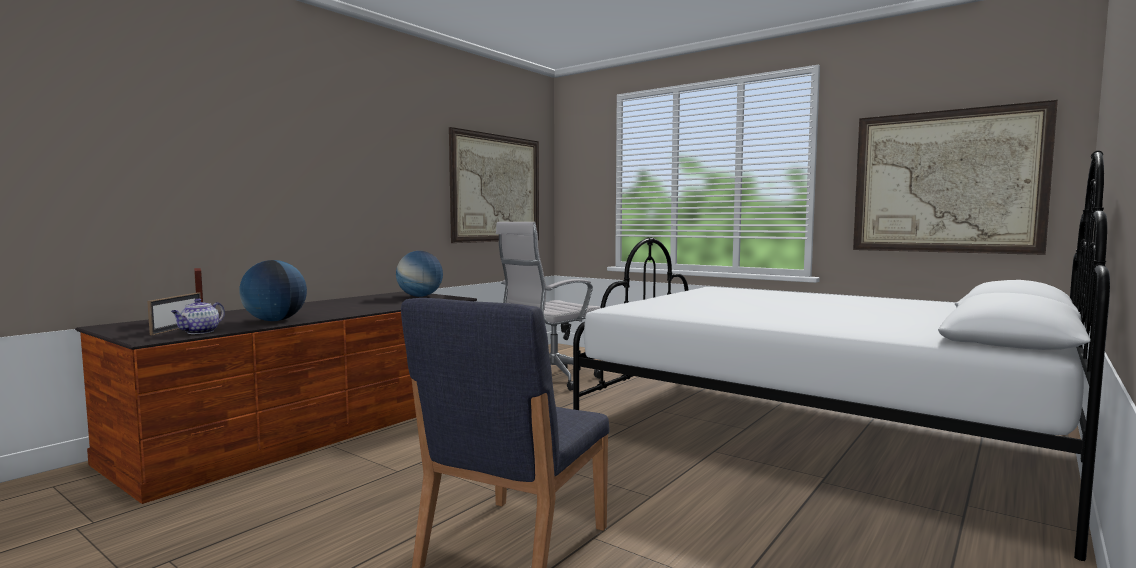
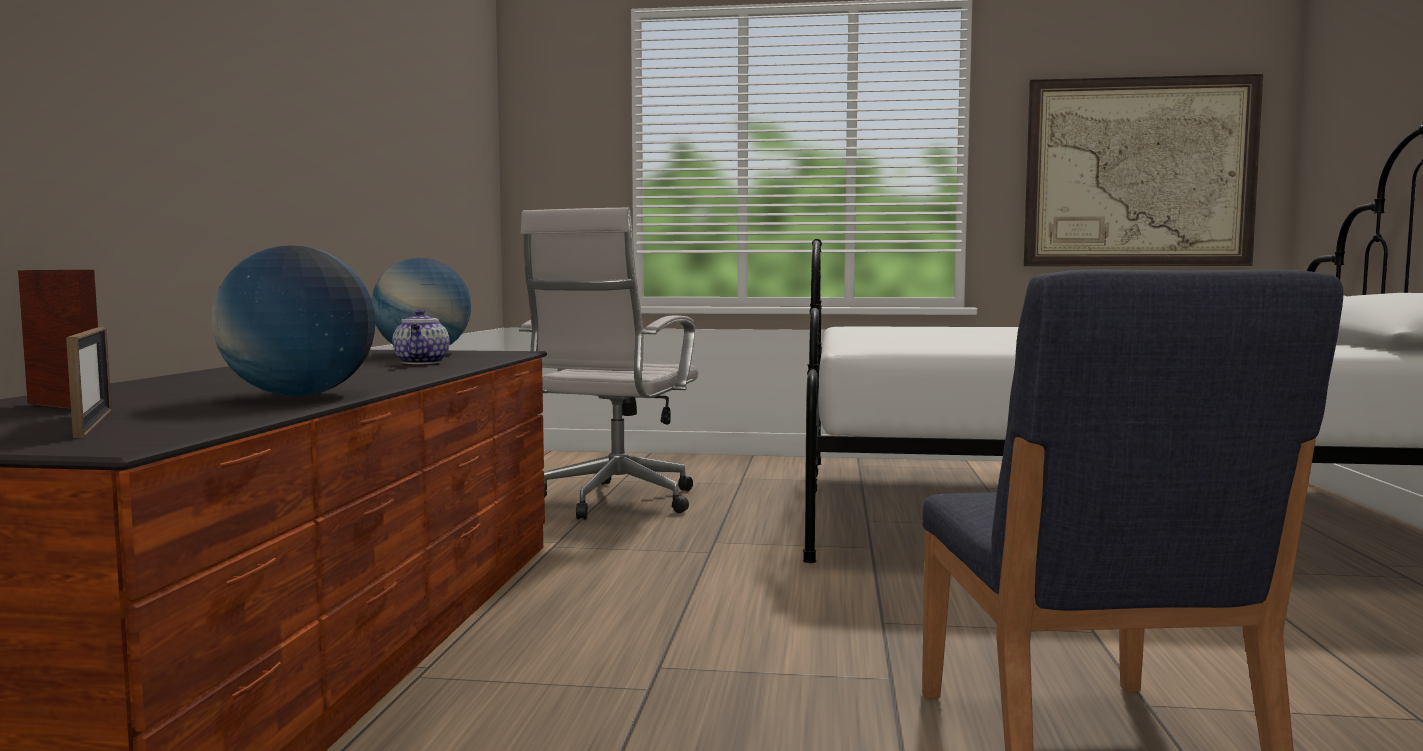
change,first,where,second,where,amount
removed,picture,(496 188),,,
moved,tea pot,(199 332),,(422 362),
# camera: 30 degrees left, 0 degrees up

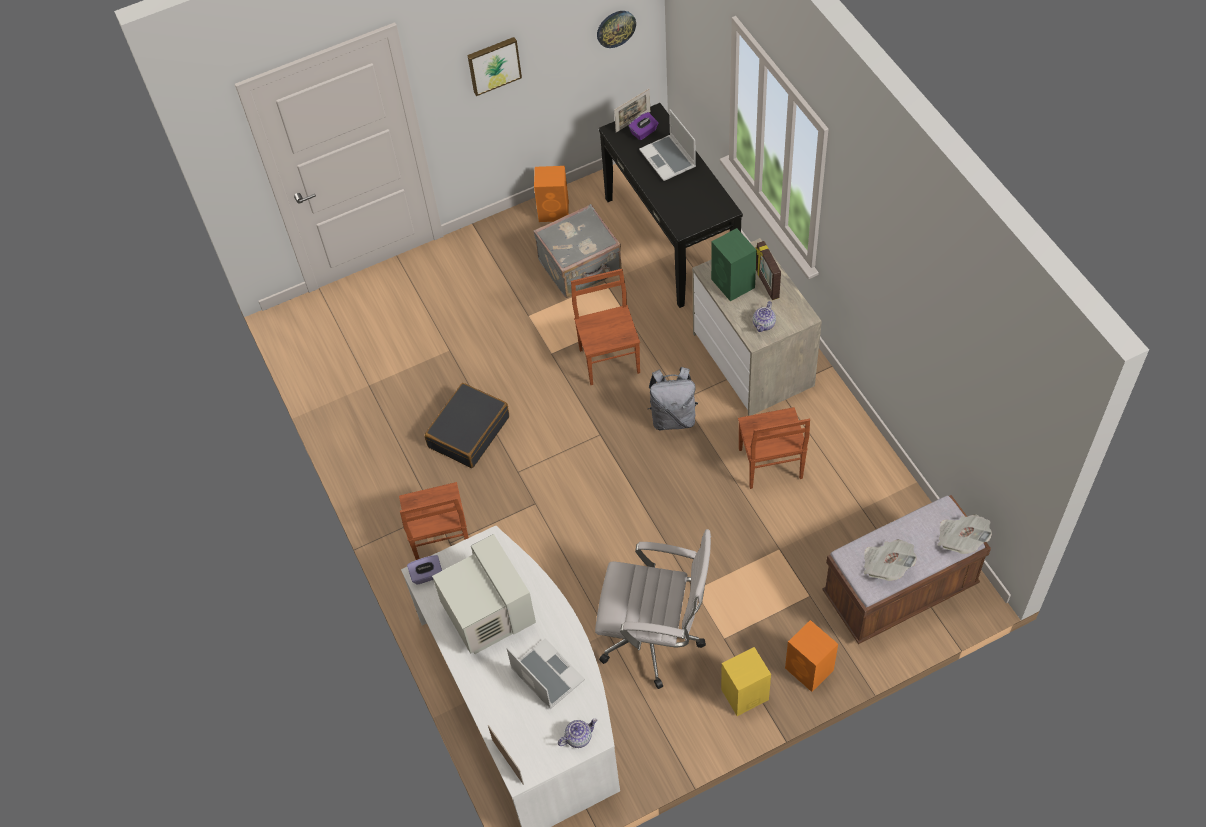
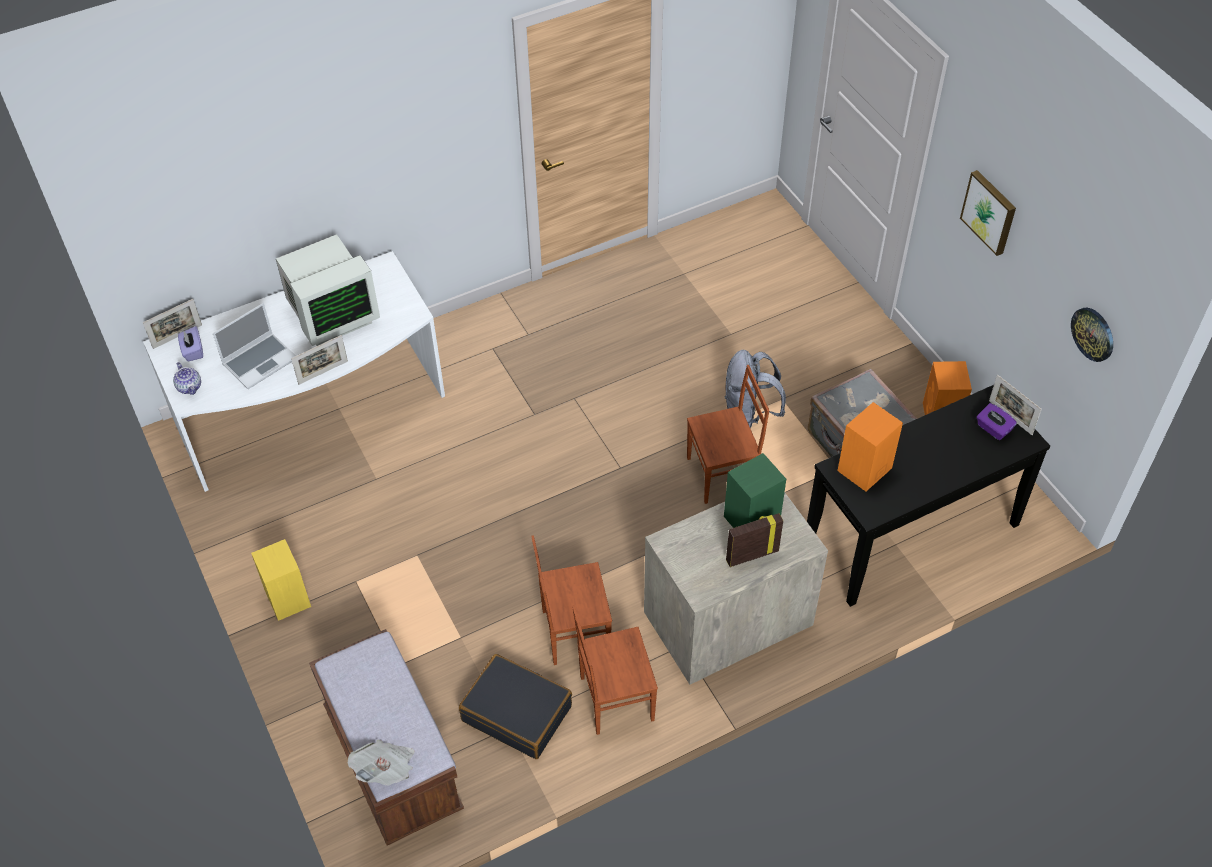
change,first,where,second,where,amount
removed,office chair (whitish),(656 639),,,
removed,portable computer,(668 159),,,
removed,tea pot,(764 324),,,
removed,daily paper,(886 565),,,
added,,,picture frame,(323 373),
moved,plain chair (brown-coloured),(440 540),,(615 698),
moved,tissue holder (purplish),(427 575),,(193 351),
moved,suitcase (black-coloured),(468 432),,(517 713),
moved,backpack (greyish),(673 417),,(749 414),
moved,loudspeaker (orange-coloured),(810 670),,(863 470),
# camera: 85 degrees right, 5 degrees down

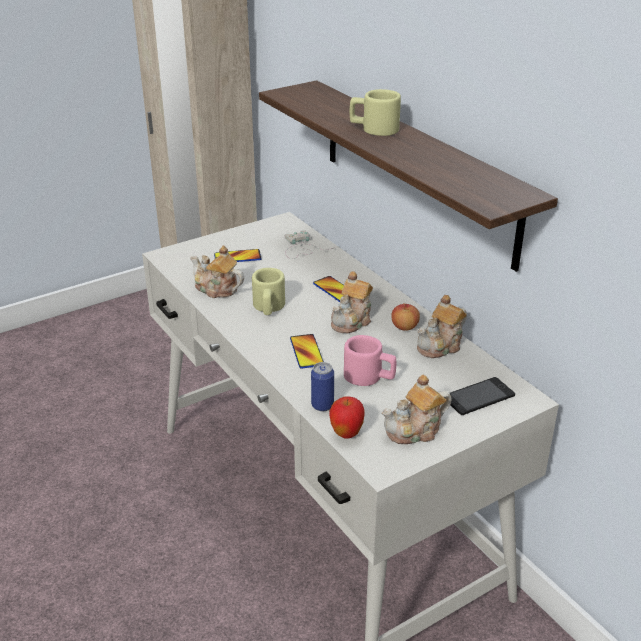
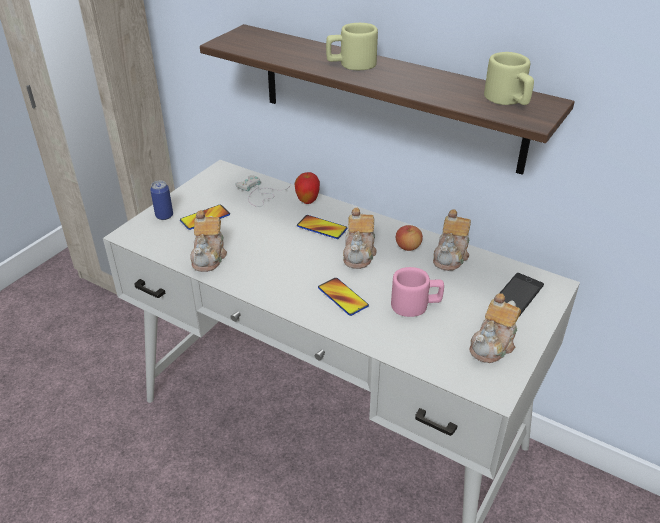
change,first,where,second,where,amount
moved,mug (beige),(268 307),,(508 100),
moved,metal can,(322 405),,(164 216),
moved,apple fruit,(346 434),,(307 201),
turned,tea pot,(217 289),,(209 256),90 degrees counterclockwise
# camera: 25 degrees left, 5 degrees up

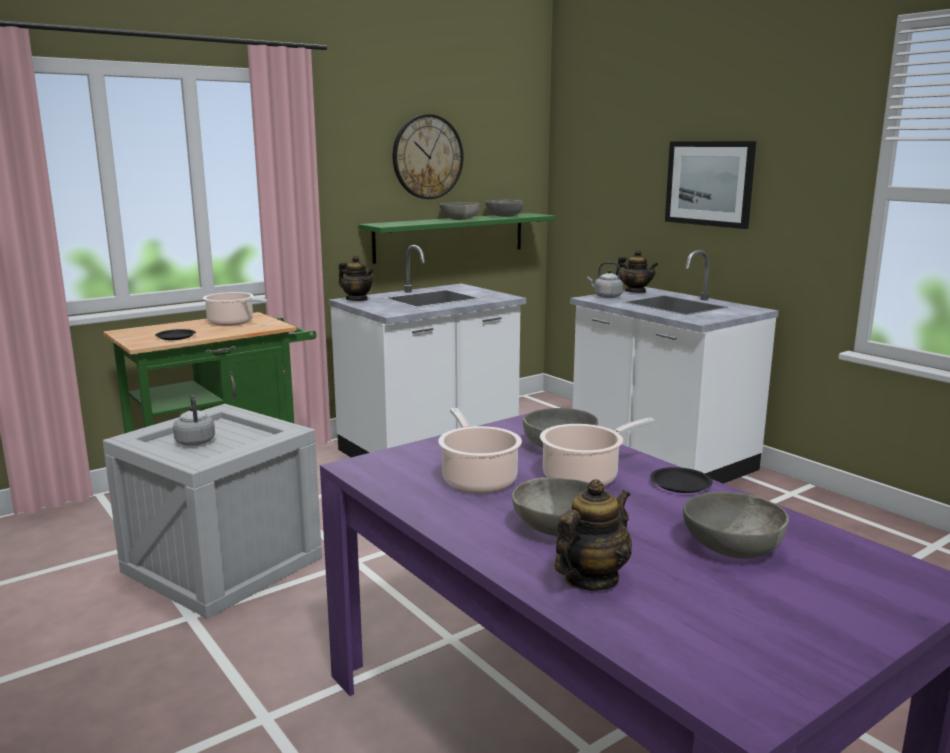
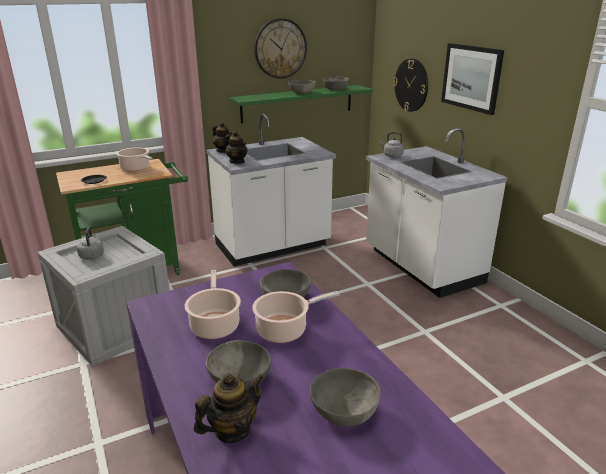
change,first,where,second,where,amount
removed,dinner plate (black-coloured),(680 484),,,
added,,,wall clock,(411 85),
moved,tea pot,(635 292),,(237 161),
# camera: 10 degrees right, 10 degrees up

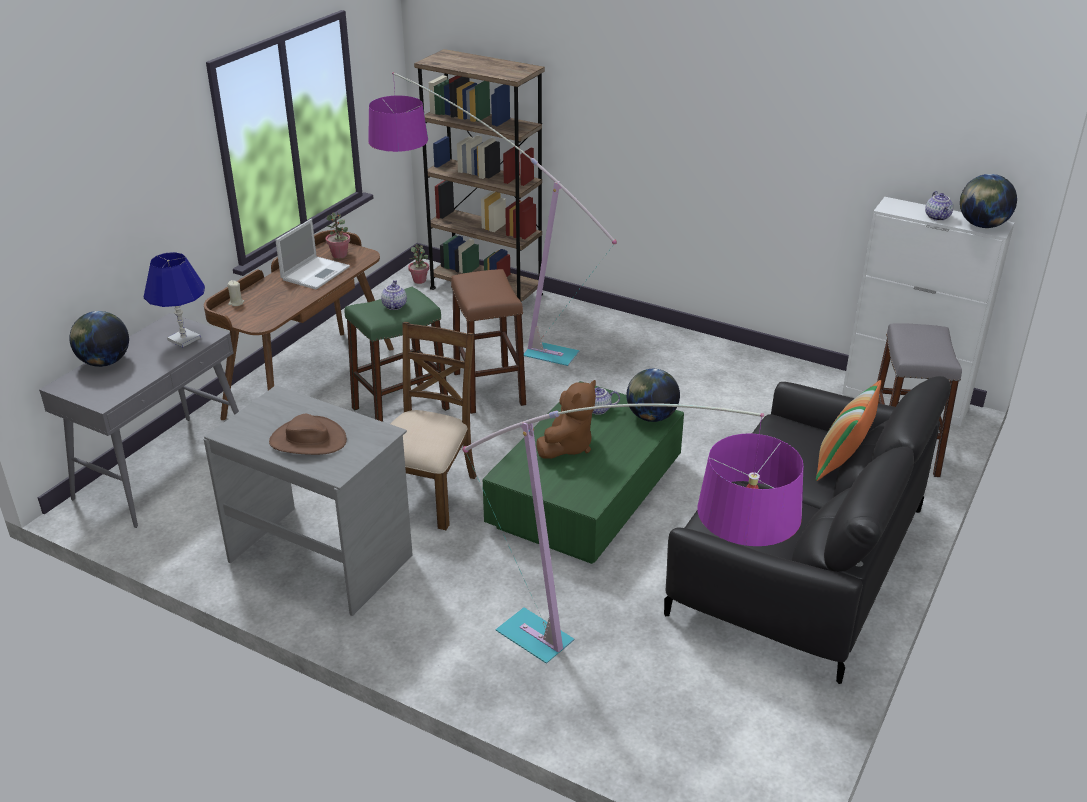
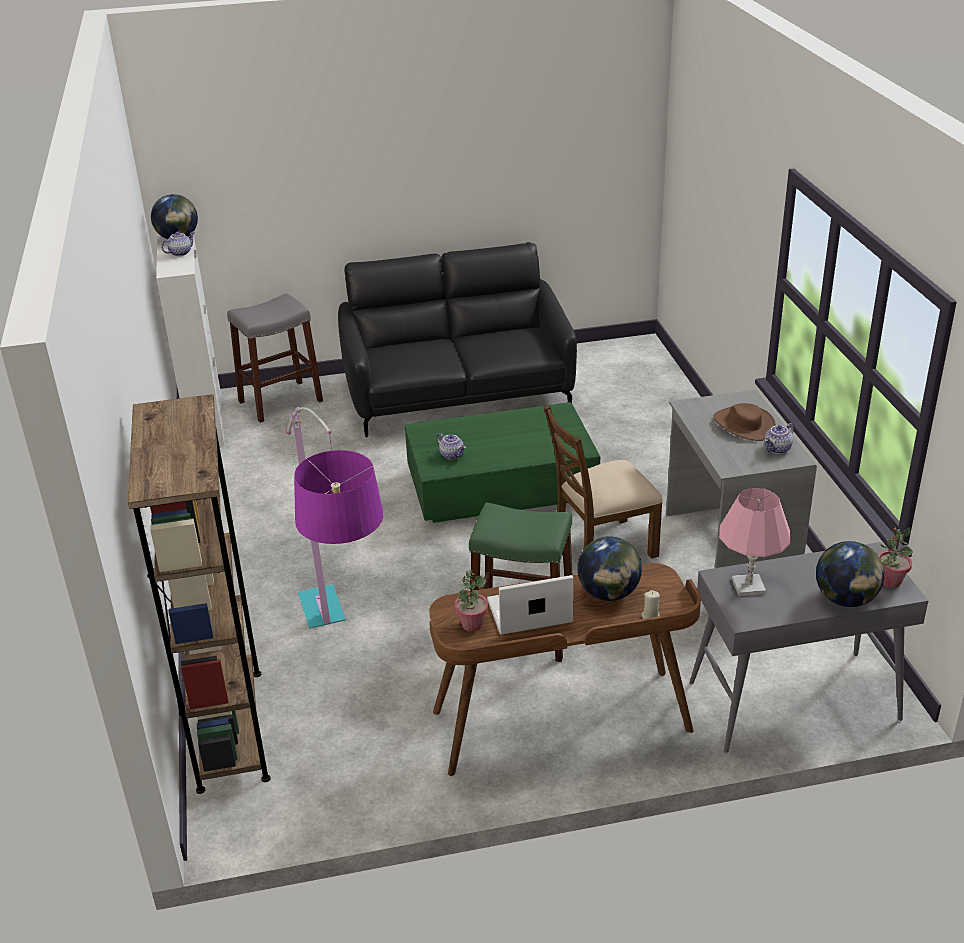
change,first,where,second,where,amount
removed,sitting stool (brown-coloured),(489 389),,,
removed,standard lamp,(631 697),,,
removed,soft toy (brown-coloured),(567 446),,,
removed,cushion,(842 462),,,
moved,tea pot,(393 306),,(778 449),
moved,potted plant,(419 280),,(890 581),
moved,desk globe,(651 417),,(609 593),
recoloured,tabletop lamp (blue),(184 339),tabletop lamp (pinkish),(748 586),
# camera: 130 degrees left, 0 degrees up

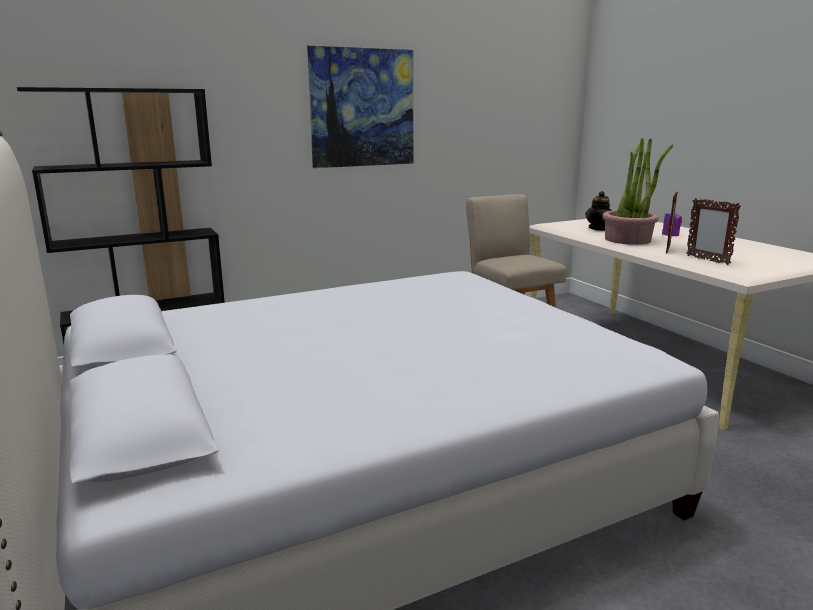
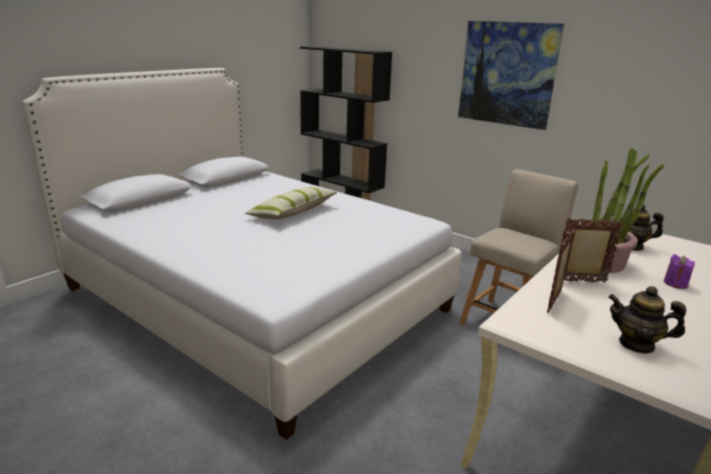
change,first,where,second,where,amount
added,,,cushion,(293 212),
added,,,tea pot,(636 344),
# camera: 65 degrees right, 5 degrees up

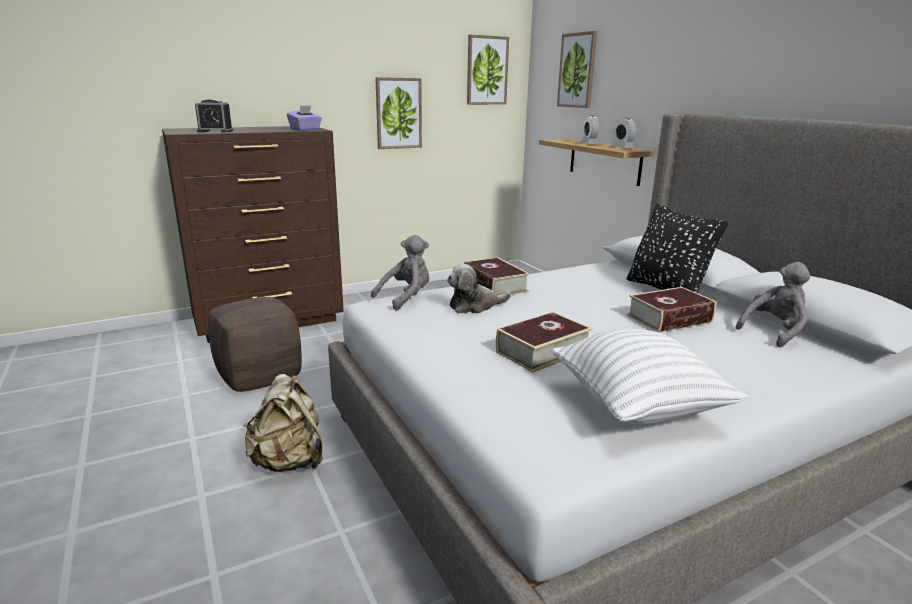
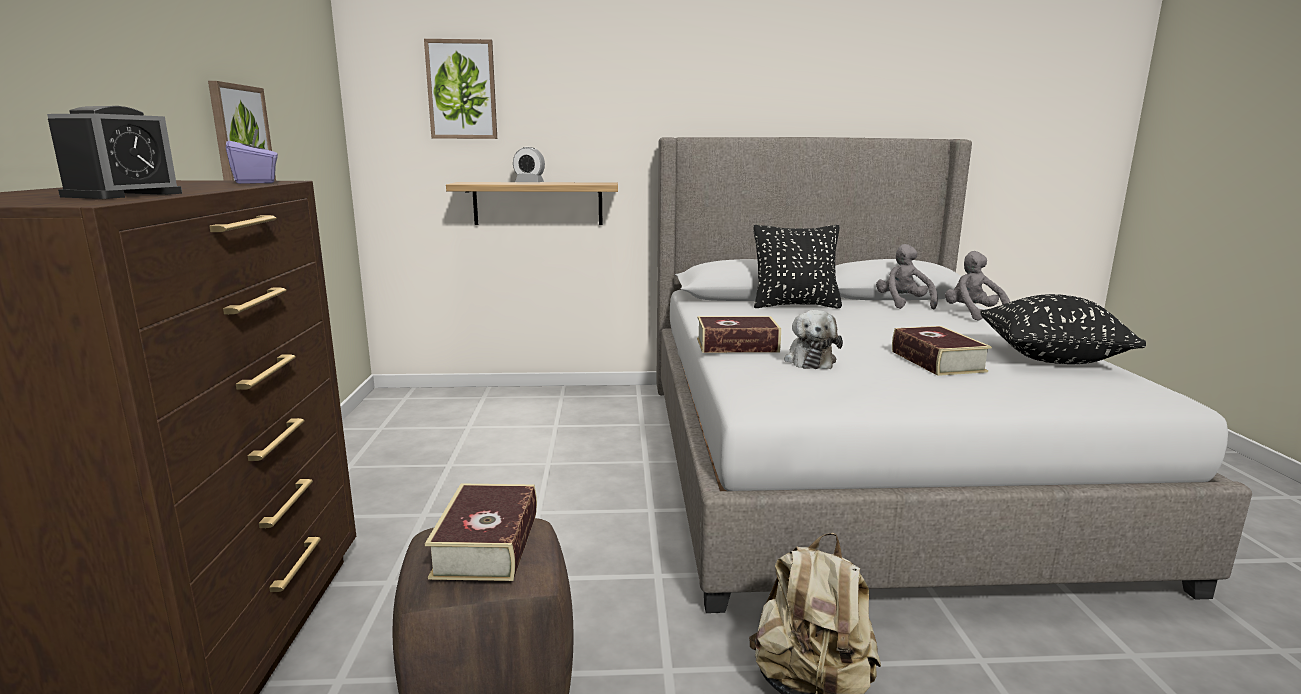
change,first,where,second,where,amount
removed,picture,(487 70),,,
removed,alarm clock,(622 147),,,
moved,soft toy (greyish),(406 298),,(973 315),
moved,book,(669 318),,(487 545),
recoloured,cushion (whitish),(637 406),cushion (black-coloured),(1050 358),
# camera: 65 degrees left, 5 degrees down

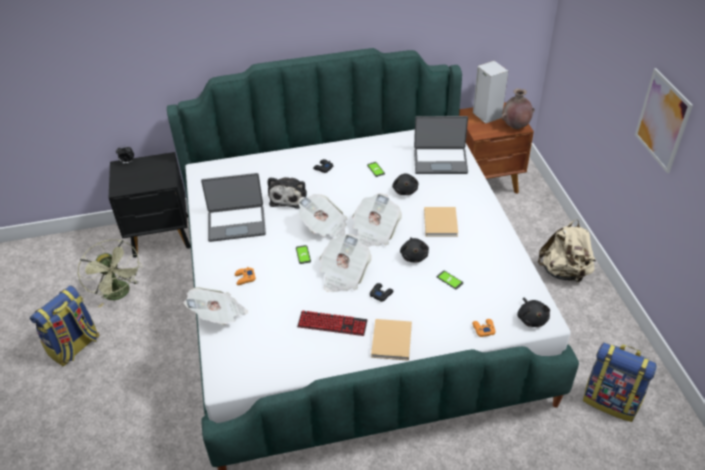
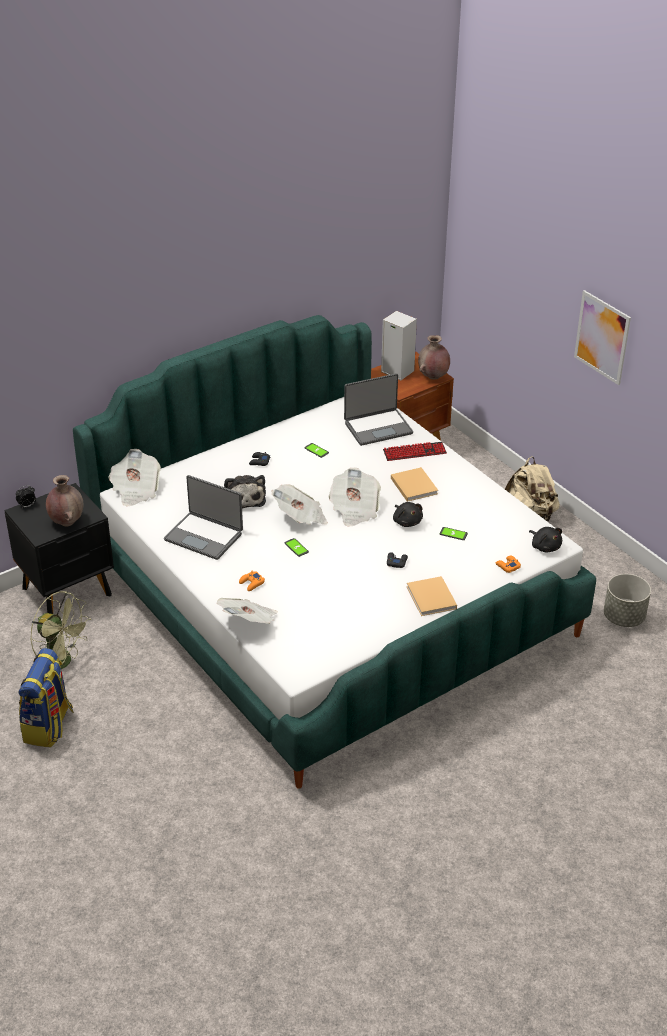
change,first,where,second,where,amount
removed,soft toy (black-coloured),(405 190),,,
added,,,decorative vase (brown-coloured),(67 521),
moved,keyboard,(332 324),,(414 452),
moved,daily paper,(343 274),,(135 490),
replaced,backpack,(611 400),flower pot (greyish),(624 617),
turned,portable computer,(236 223),,(204 536),60 degrees clockwise
# camera: 25 degrees left, 5 degrees down

